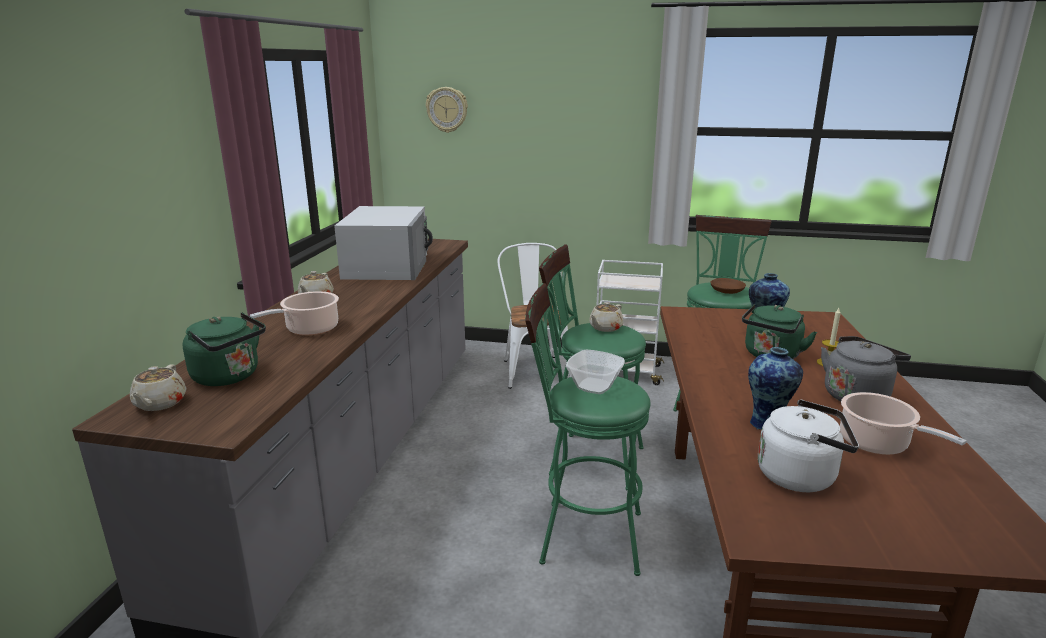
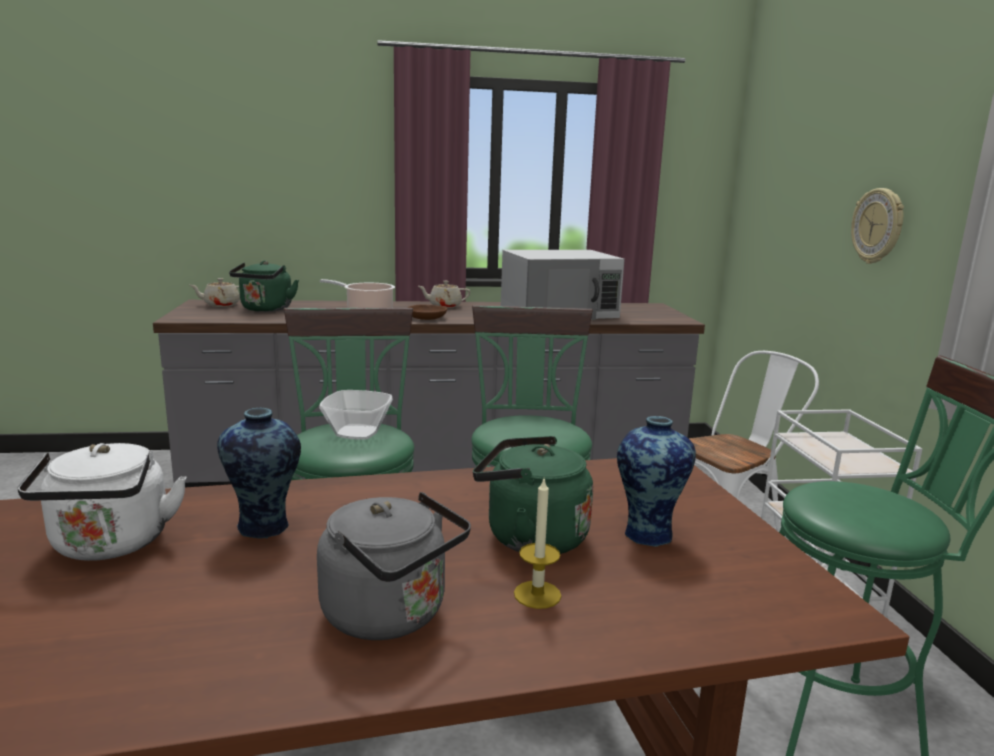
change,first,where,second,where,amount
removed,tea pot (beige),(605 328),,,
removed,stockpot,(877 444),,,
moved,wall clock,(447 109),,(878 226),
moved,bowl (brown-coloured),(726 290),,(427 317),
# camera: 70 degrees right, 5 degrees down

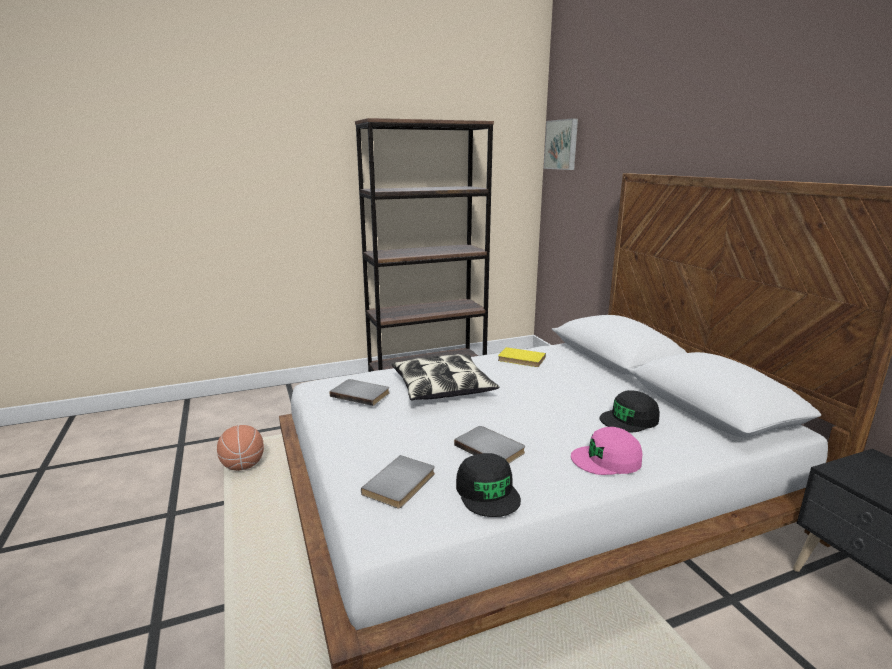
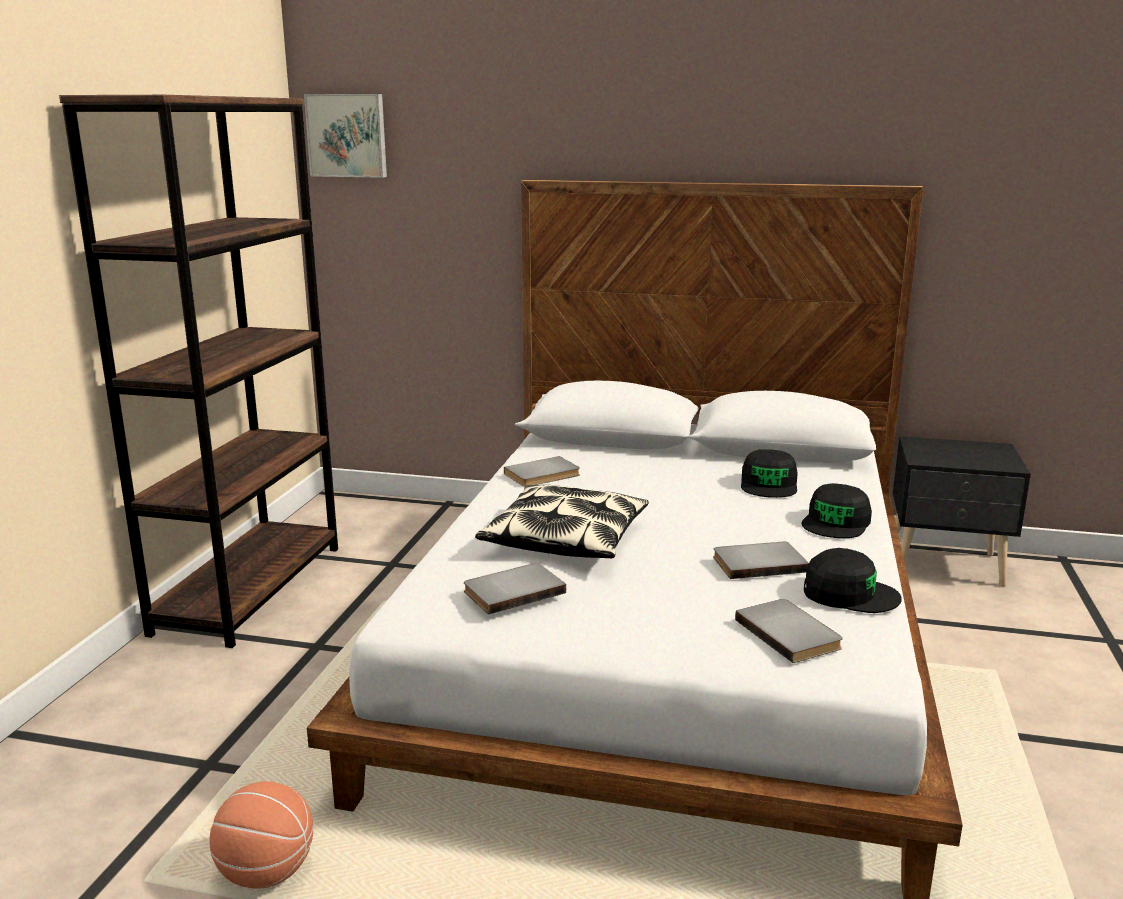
change,first,where,second,where,amount
recoloured,book (yellow),(521 359),book (greyish),(543 475),
recoloured,peaked cap (pinkish),(607 460),peaked cap (black-coloured),(836 522),
# camera: 55 degrees left, 0 degrees up

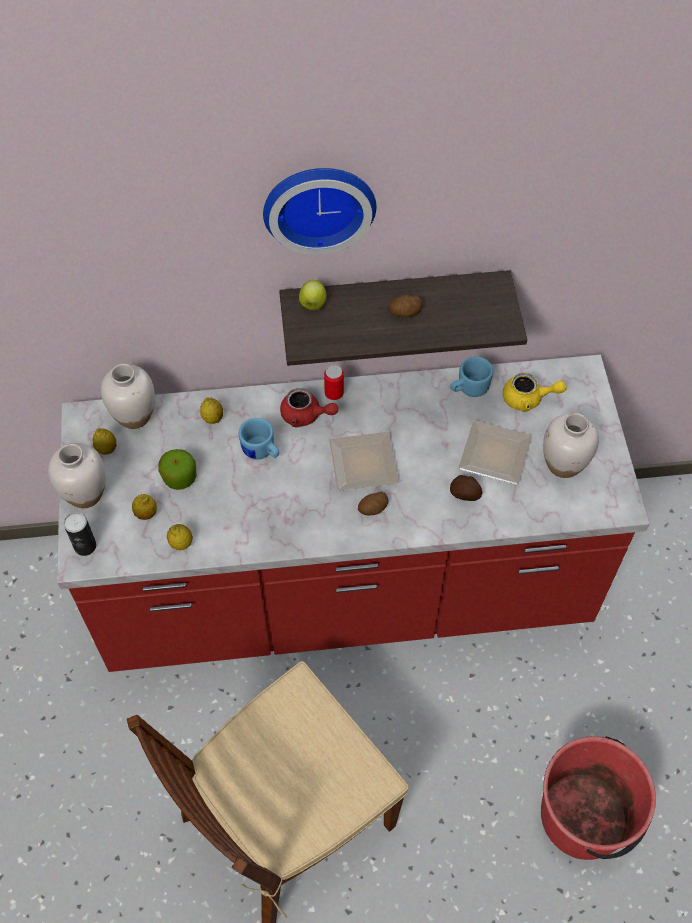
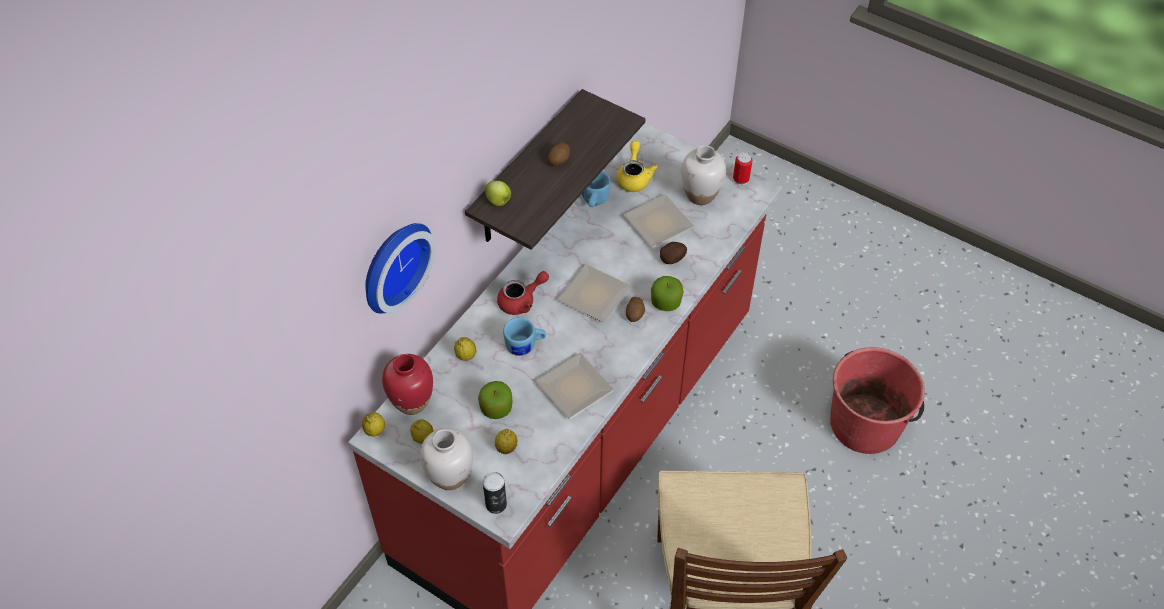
change,first,where,second,where,amount
added,,,dinner plate,(571 388),
added,,,apple fruit,(666 302),
moved,citrus fruit,(181 543),,(375 431),
moved,wall clock,(318 203),,(392 264),
moved,metal can,(334 394),,(741 179),
recoloured,decorative vase (whitish),(134 416),decorative vase (red-coloured),(412 402),
turned,tea pot (yellow),(528 399),,(634 177),45 degrees counterclockwise
# camera: 50 degrees left, 5 degrees down

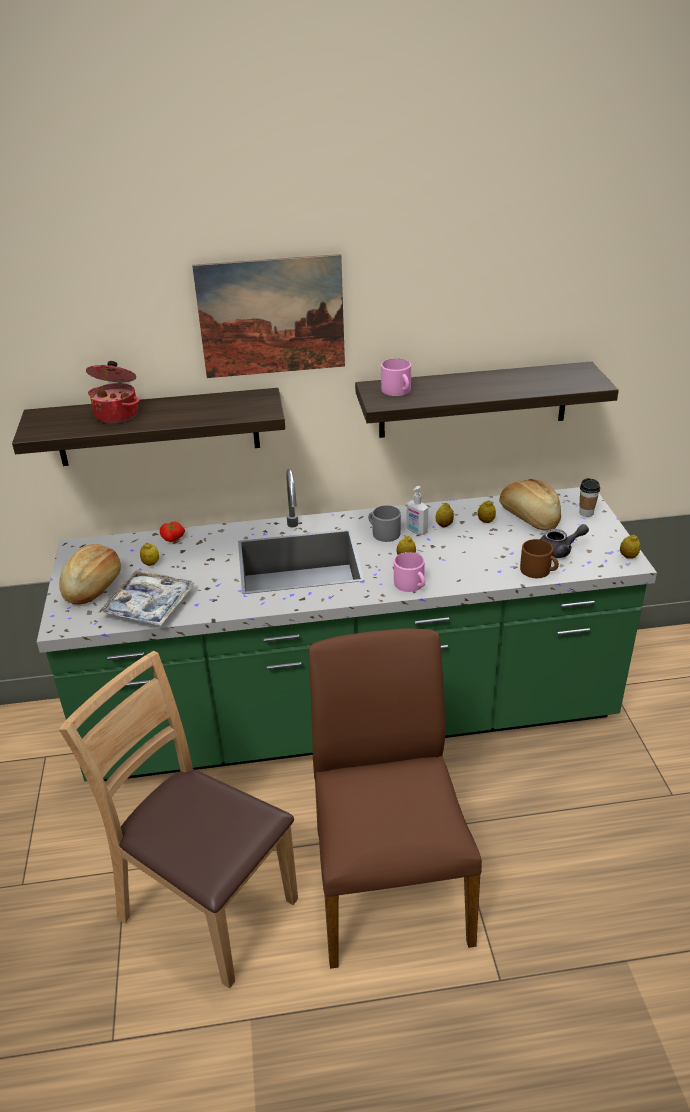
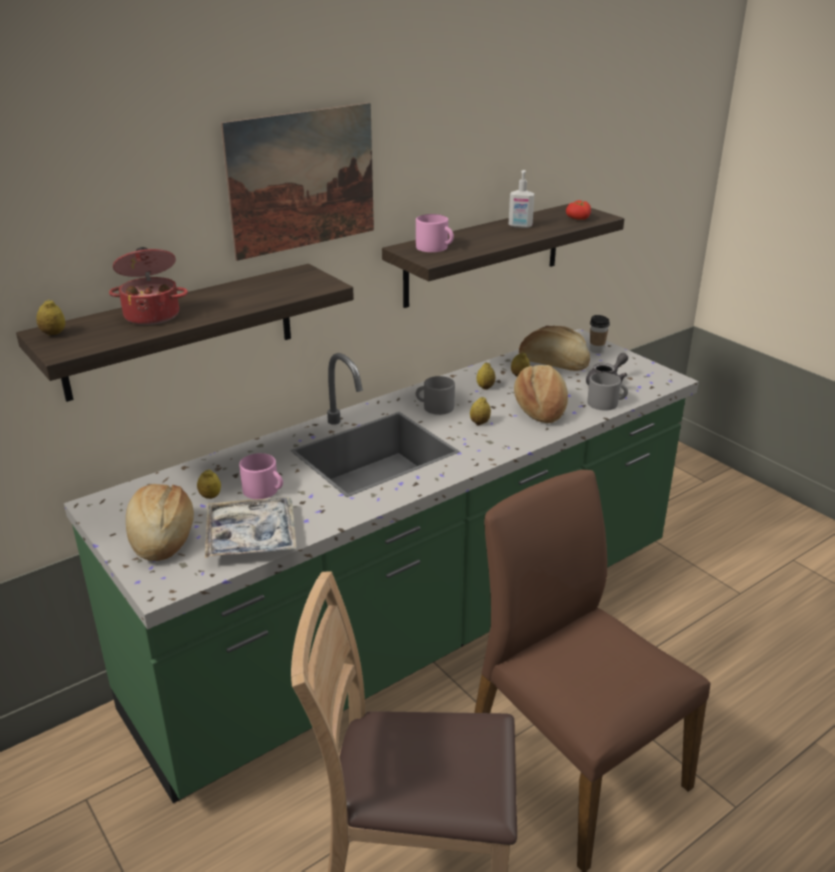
change,first,where,second,where,amount
added,,,bread,(540 408),
moved,whole tomato,(172 539),,(579 219),
moved,mug (pinkish),(411 584),,(264 490),
moved,soap bottle,(416 531),,(520 226),
moved,citrus fruit,(628 556),,(53 334),
recoloured,mug (brown-coloured),(538 570),mug (greyish),(606 403),
# camera: 30 degrees left, 5 degrees down

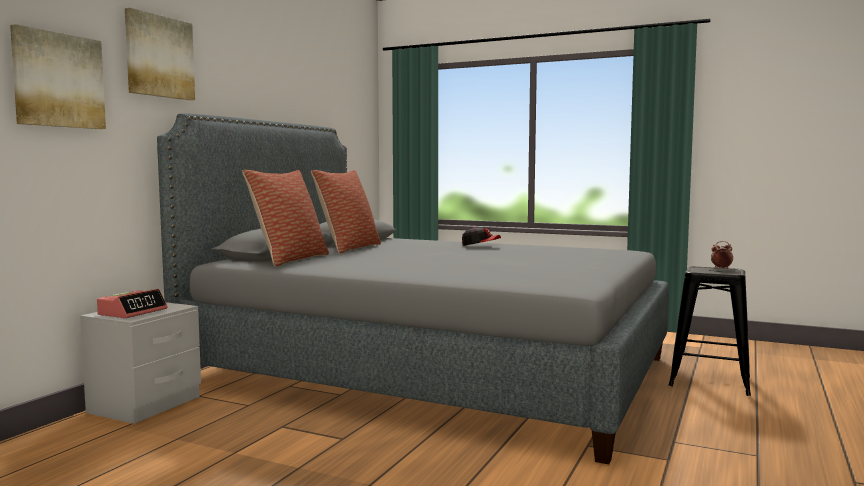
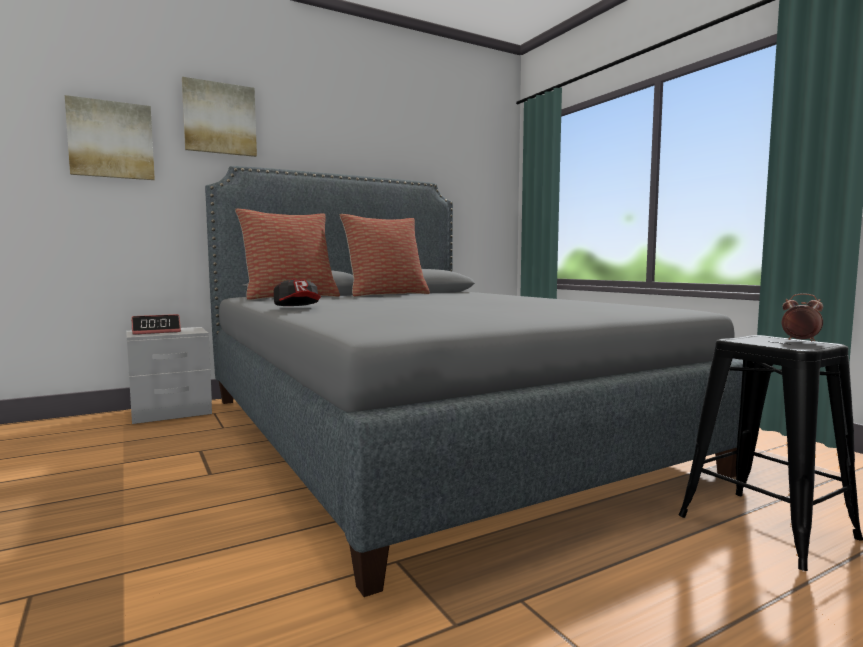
change,first,where,second,where,amount
moved,peaked cap,(481 246),,(298 308),
# camera: 35 degrees right, 0 degrees up

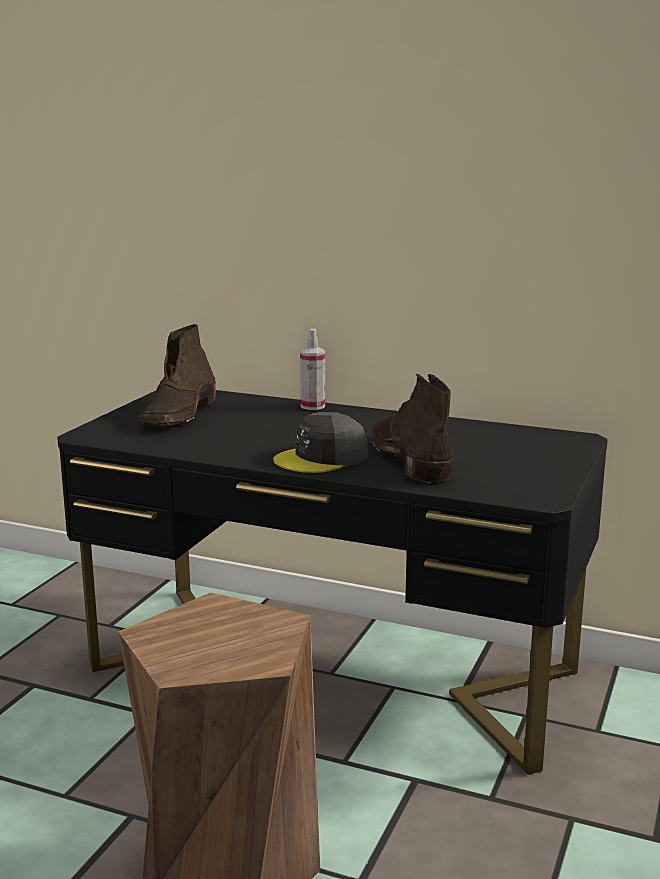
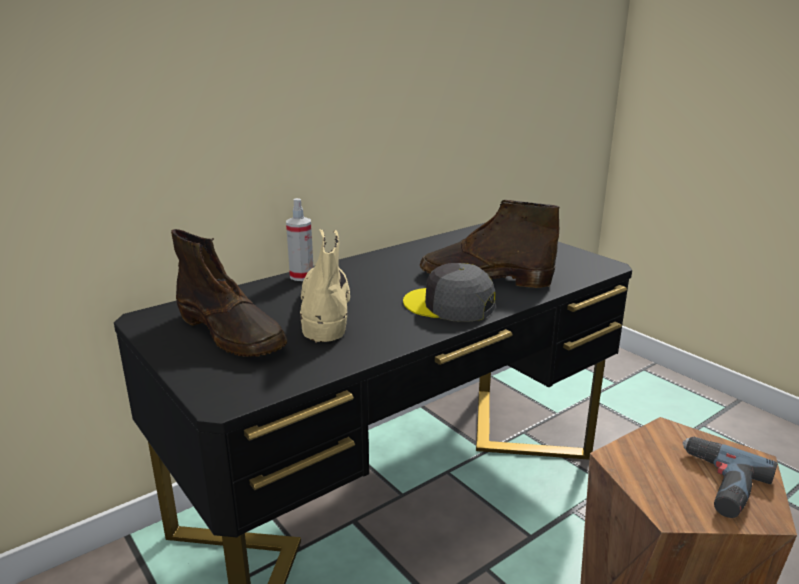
change,first,where,second,where,amount
added,,,high-top boot (beige),(325 309),
added,,,electric drill,(717 484),
turned,peaked cap (greyish),(322 458),,(449 305),120 degrees clockwise
# camera: 60 degrees left, 5 degrees up

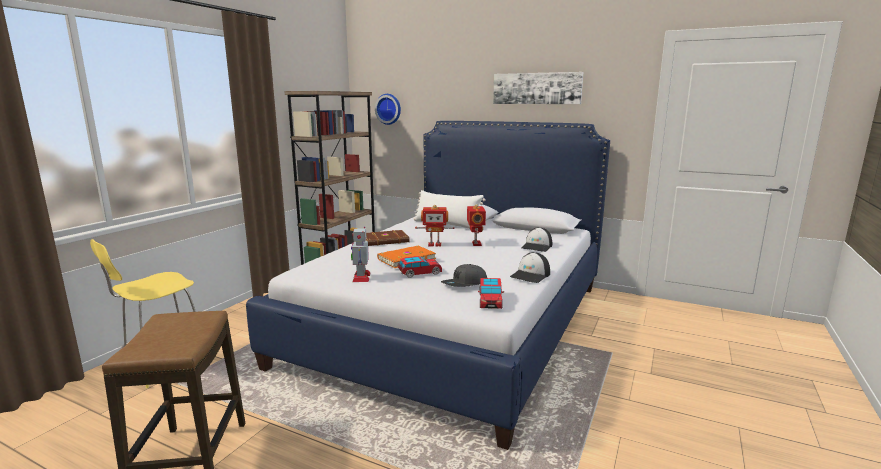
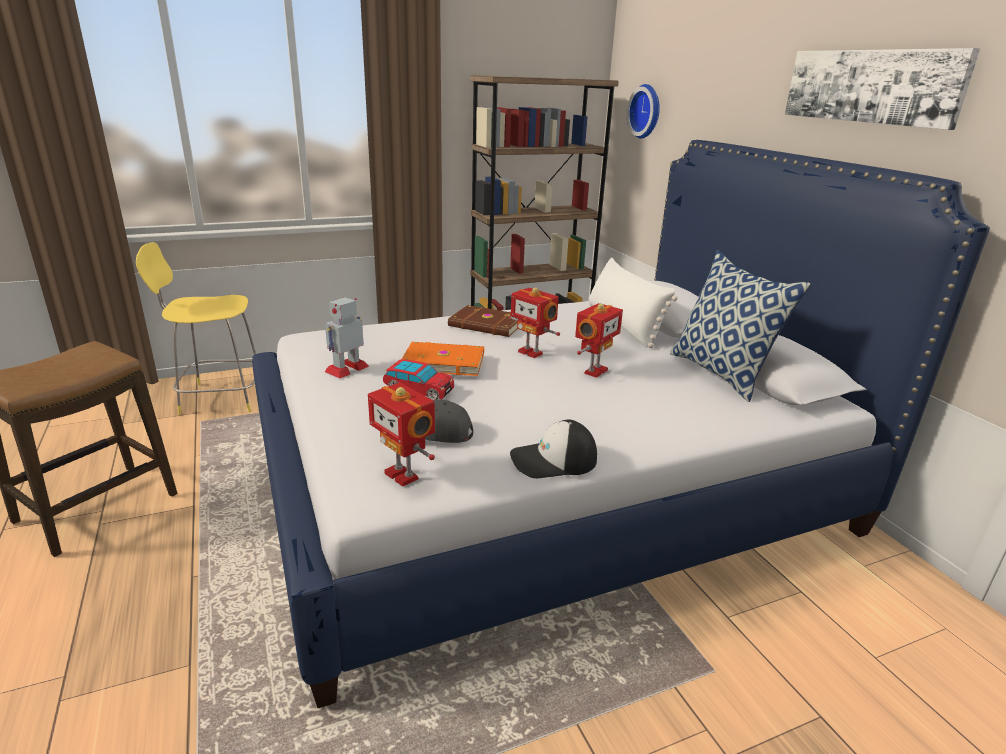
change,first,where,second,where,amount
removed,peaked cap,(537 246),,,
added,,,cushion,(722 374),
replaced,miniature car,(490 301),model robot,(403 475),
# camera: 40 degrees right, 10 degrees up

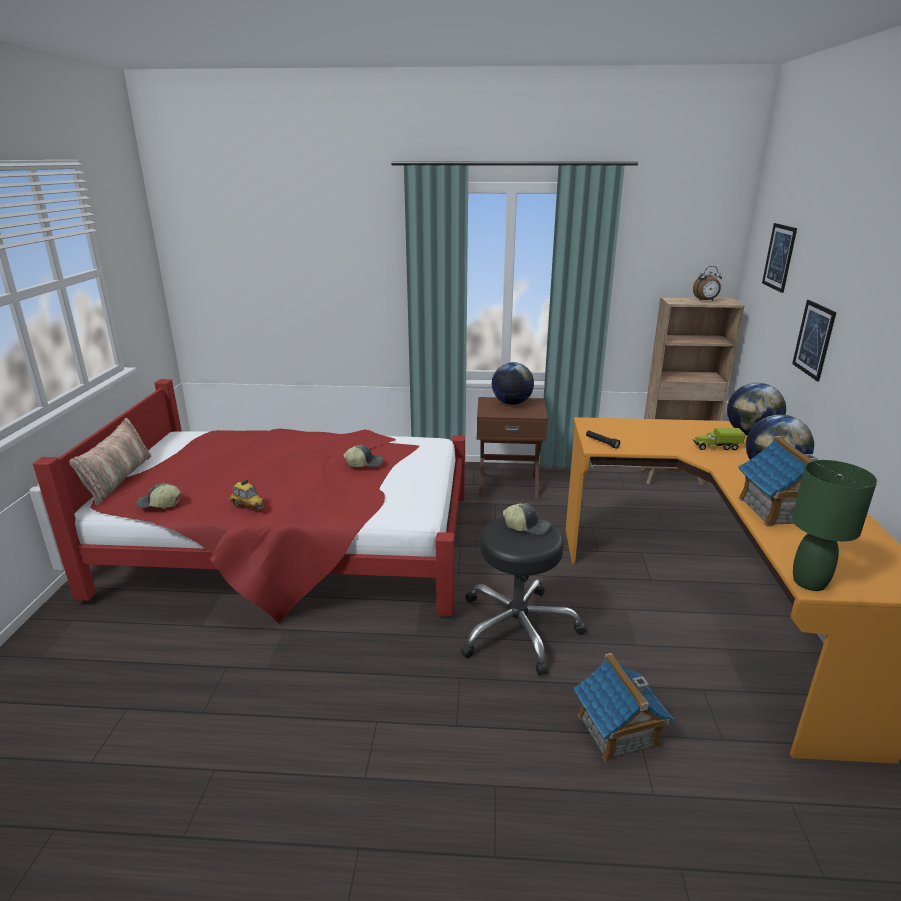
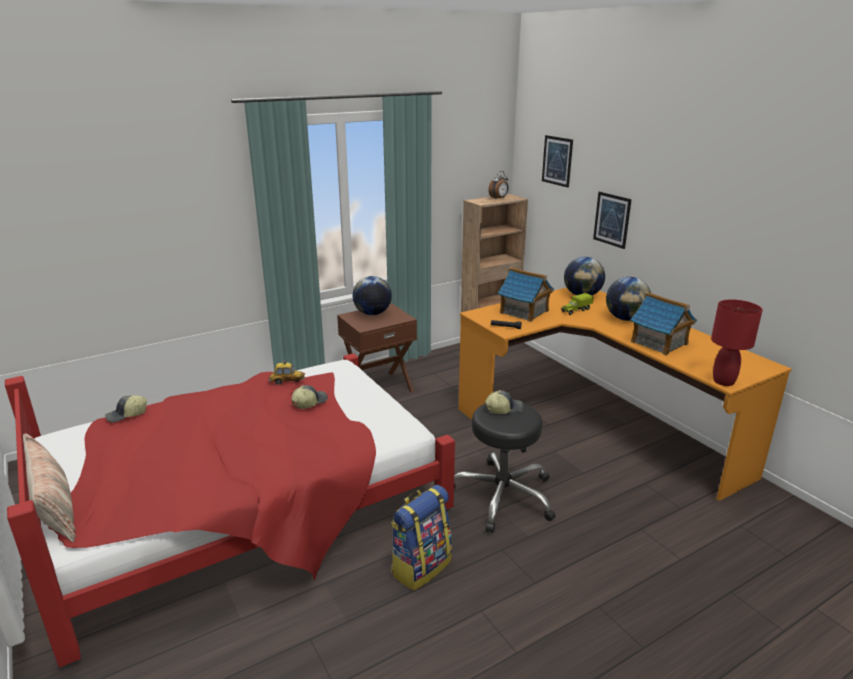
change,first,where,second,where,amount
added,,,backpack,(421 566),
moved,peaked cap,(159 504),,(127 415),
moved,miniature car,(248 506),,(287 381),
moved,toy house,(617 731),,(524 312),
recoloured,tabletop lamp (greenish),(808 582),tabletop lamp (red-coloured),(723 381),
# camera: 35 degrees left, 0 degrees up

